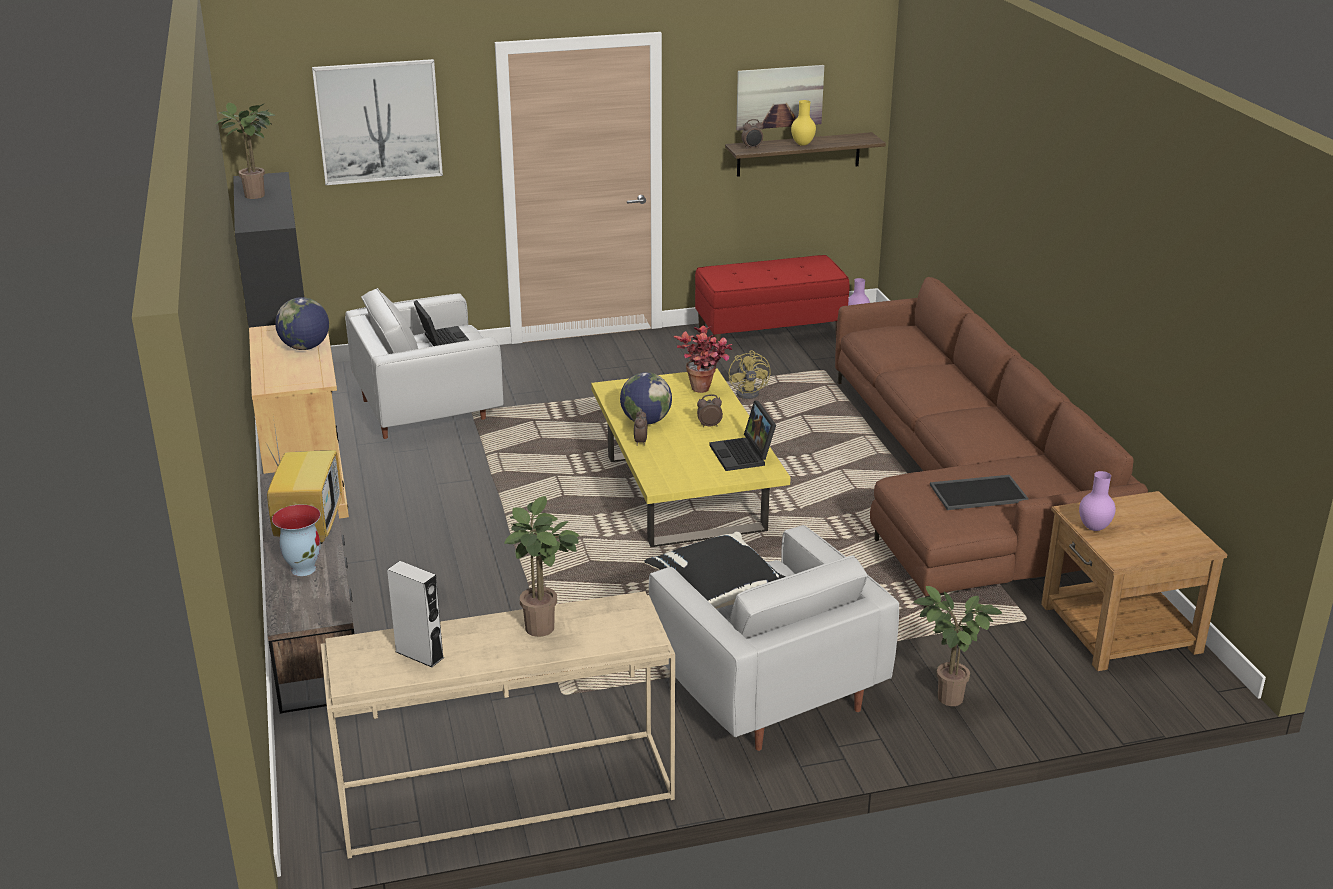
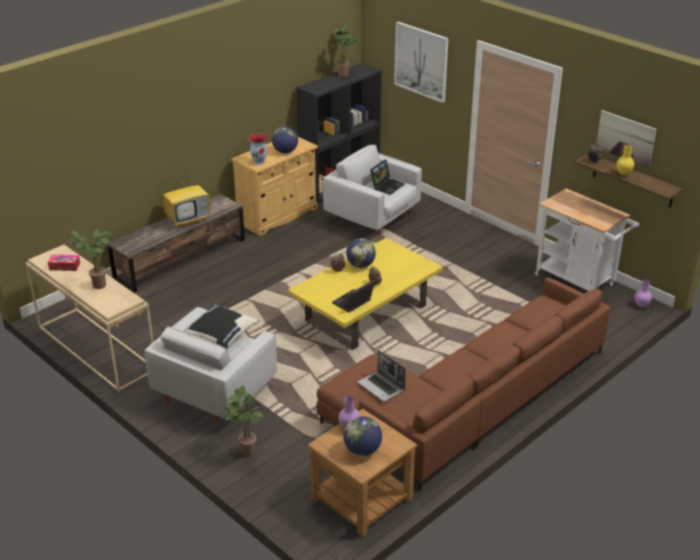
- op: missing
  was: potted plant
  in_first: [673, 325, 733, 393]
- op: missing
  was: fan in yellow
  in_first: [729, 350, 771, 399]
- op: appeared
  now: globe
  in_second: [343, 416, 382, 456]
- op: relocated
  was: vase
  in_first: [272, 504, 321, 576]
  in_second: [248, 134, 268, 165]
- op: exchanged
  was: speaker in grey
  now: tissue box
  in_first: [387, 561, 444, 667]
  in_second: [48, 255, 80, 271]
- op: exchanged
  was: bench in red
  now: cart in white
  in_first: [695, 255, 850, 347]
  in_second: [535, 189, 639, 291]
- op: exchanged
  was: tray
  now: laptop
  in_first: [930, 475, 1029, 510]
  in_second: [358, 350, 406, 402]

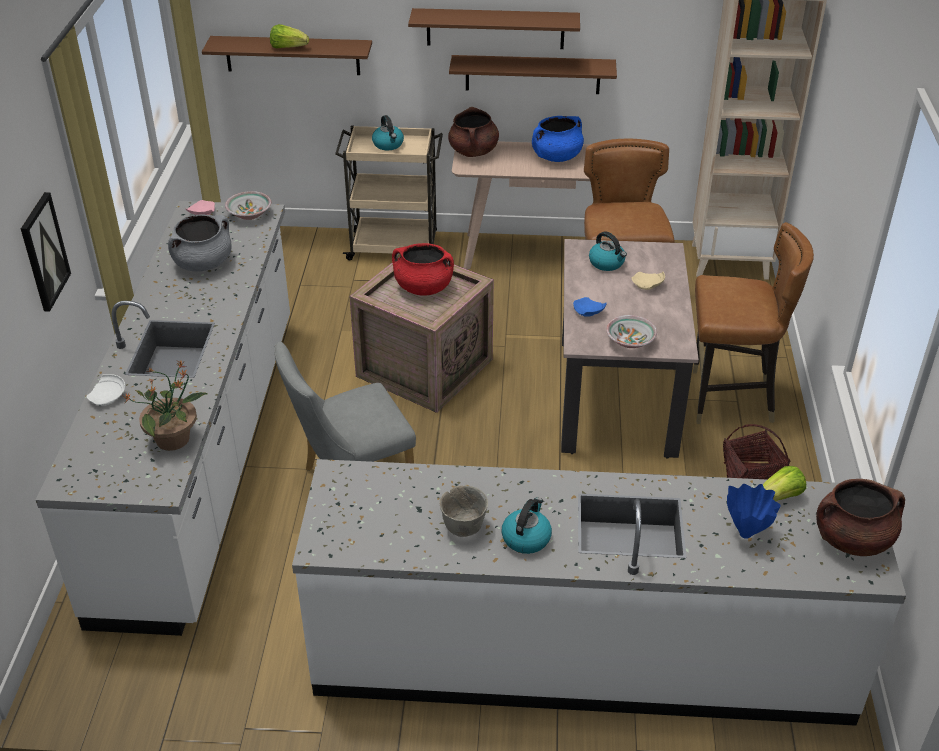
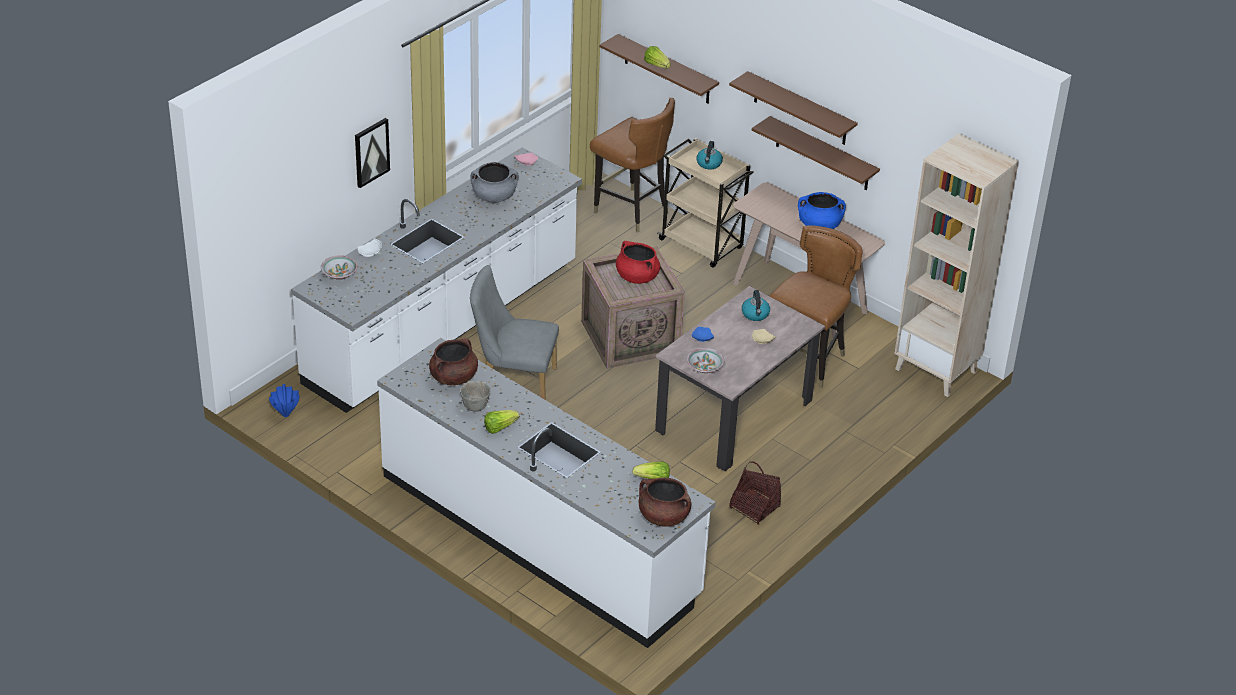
- op: missing
  was: potted plant
  in_first: [123, 361, 207, 451]
- op: relocated
  was: bowl
  in_first: [225, 191, 271, 220]
  in_second: [321, 255, 358, 280]
- op: relocated
  was: cooking pot in brown
  in_first: [448, 107, 499, 157]
  in_second: [429, 338, 478, 385]
- op: relocated
  was: chair in brown
  in_first: [693, 222, 814, 424]
  in_second: [590, 98, 675, 233]
- op: relocated
  was: vase in blue
  in_first: [727, 484, 781, 539]
  in_second: [269, 384, 300, 417]
- op: exchanged
  was: kettle
  now: lettuce
  in_first: [502, 497, 552, 554]
  in_second: [484, 410, 519, 434]

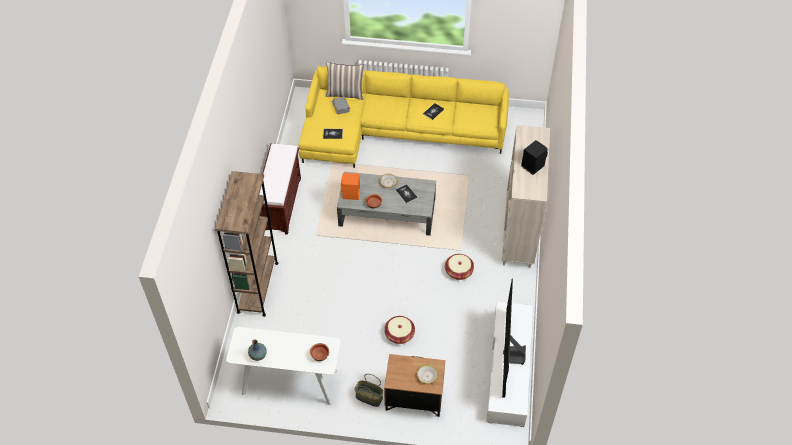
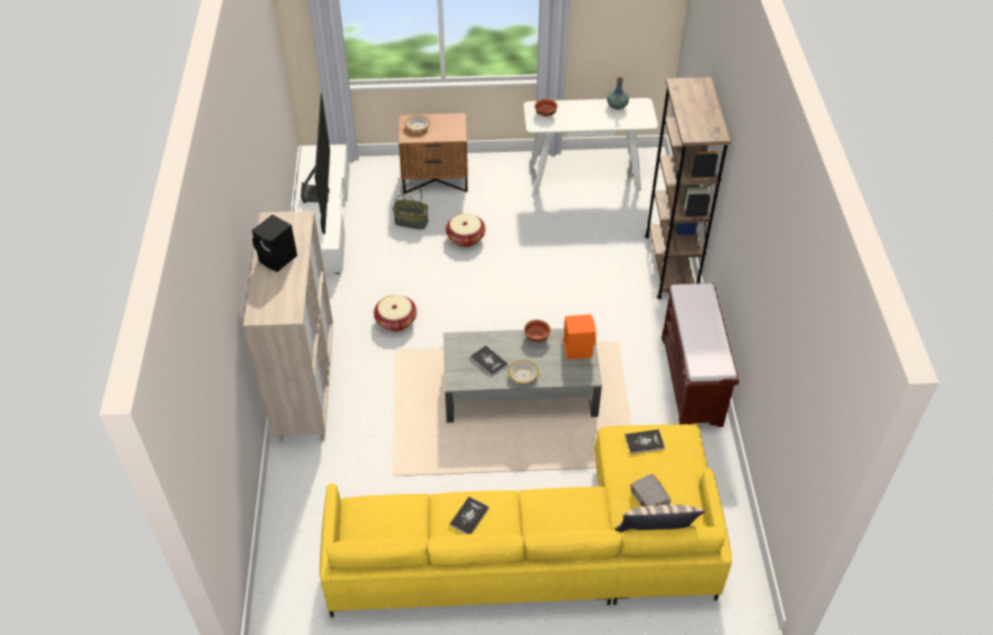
- op: relocated
  was: basket
  in_first: [354, 374, 383, 407]
  in_second: [393, 183, 428, 229]

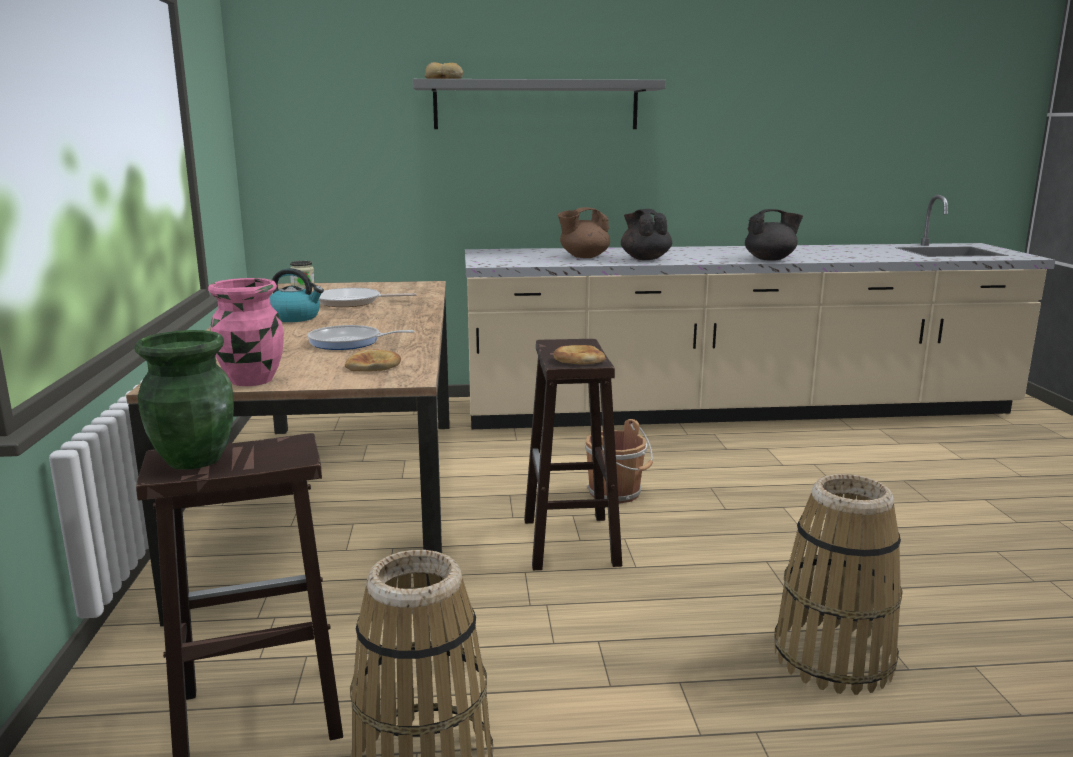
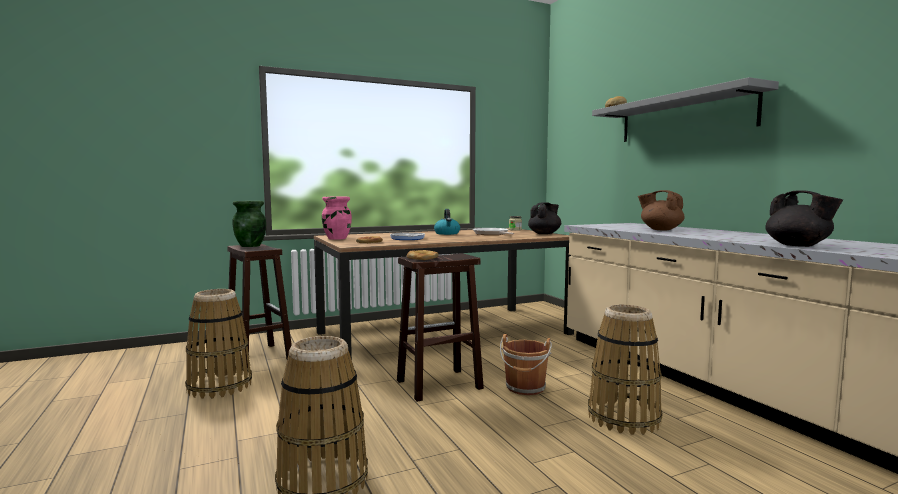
- op: appeared
  now: basket
  in_second: [588, 304, 662, 435]
- op: relocated
  was: teapot in black
  in_first: [621, 209, 672, 260]
  in_second: [528, 202, 561, 234]

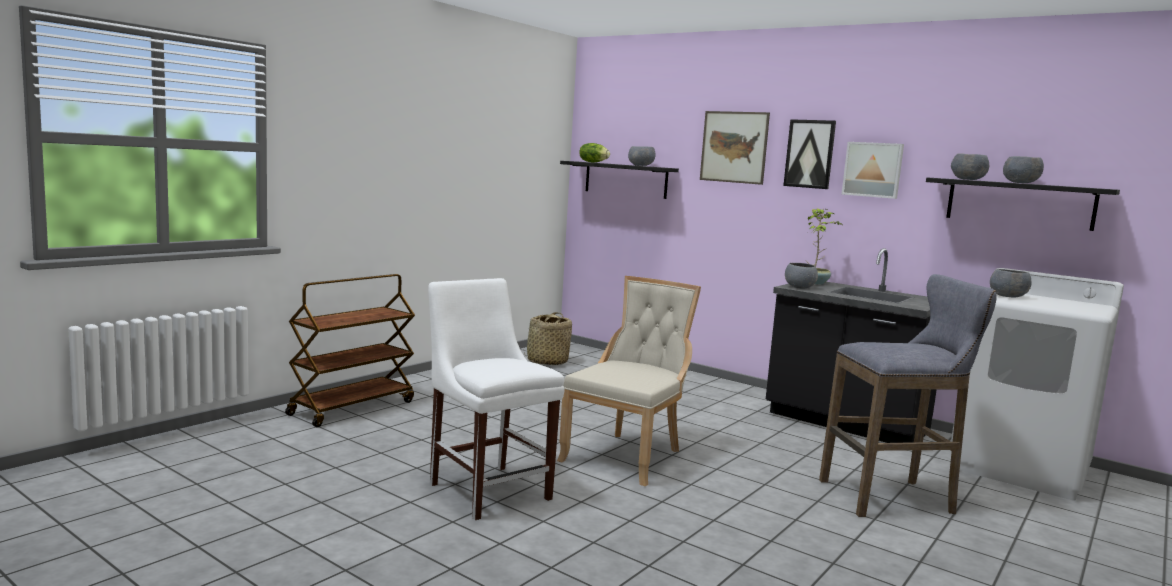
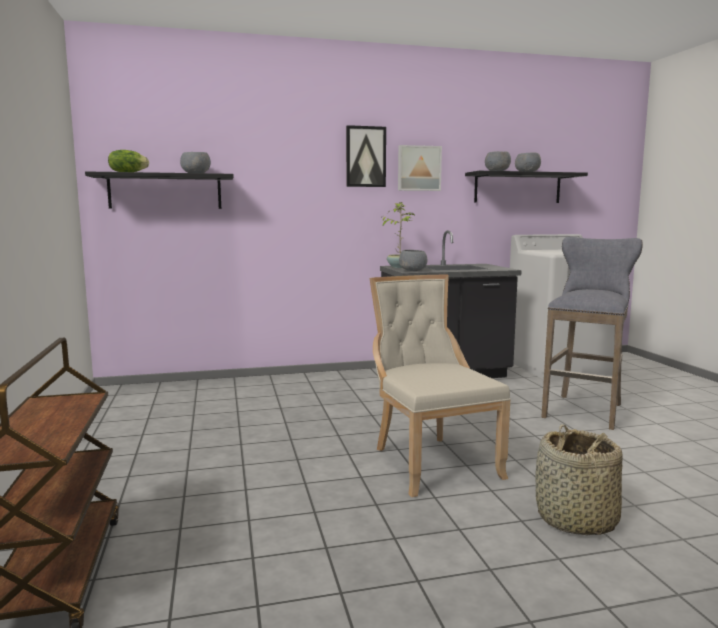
- op: missing
  was: chair in white
  in_first: [428, 278, 565, 520]
- op: missing
  was: picture
  in_first: [700, 111, 770, 185]
- op: missing
  was: bowl in grey
  in_first: [990, 269, 1032, 298]
- op: relocated
  was: basket
  in_first: [522, 312, 572, 365]
  in_second: [535, 424, 623, 535]

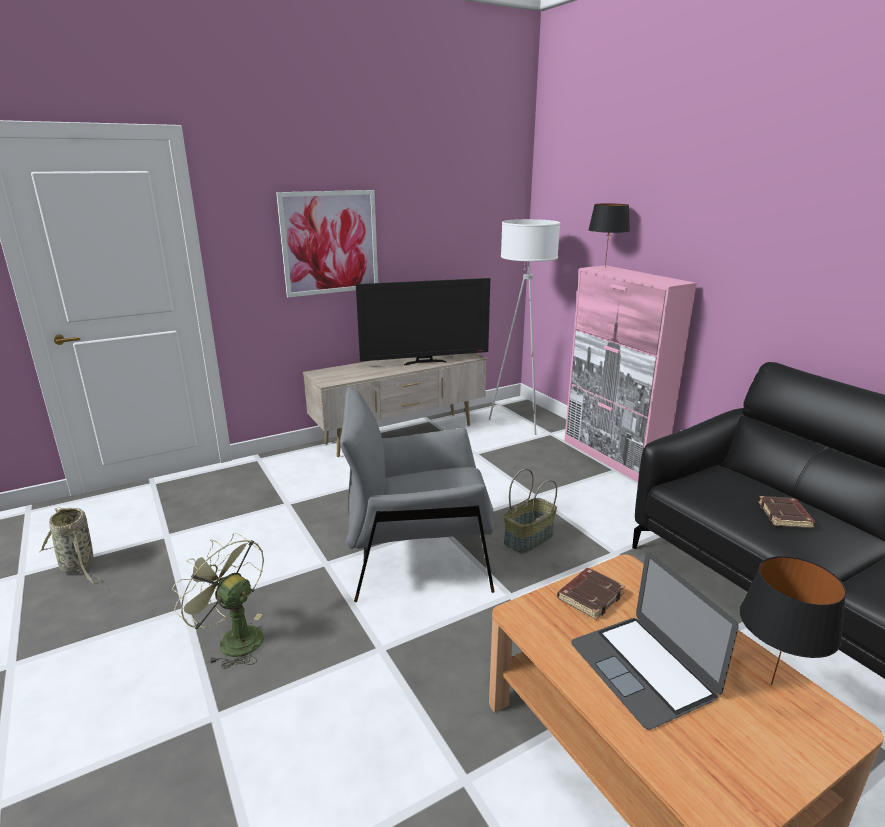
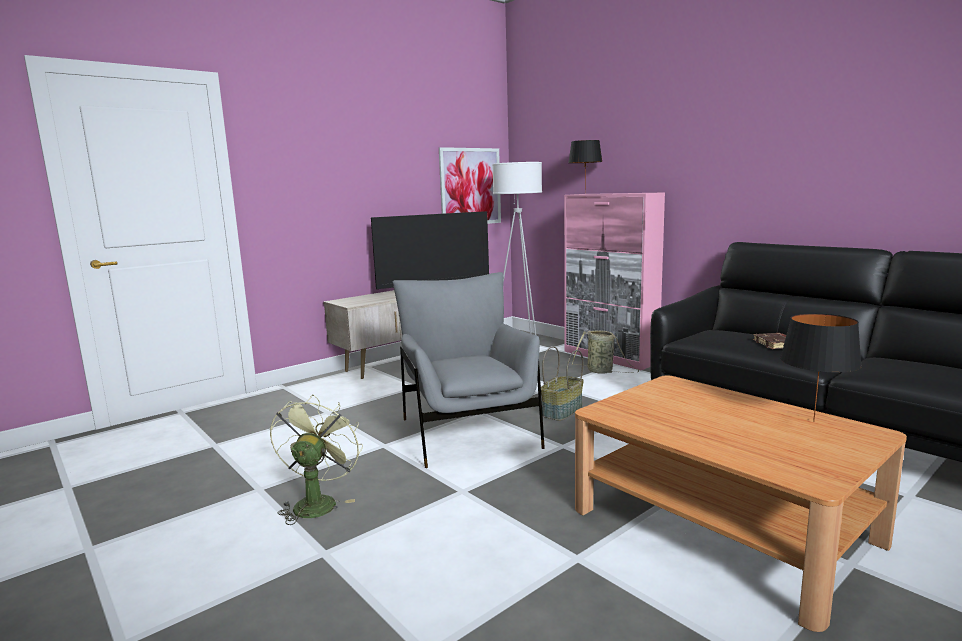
- op: missing
  was: book in brown
  in_first: [557, 568, 625, 620]
- op: missing
  was: laptop
  in_first: [571, 552, 738, 730]
- op: relocated
  was: basket
  in_first: [39, 507, 102, 584]
  in_second: [572, 330, 639, 374]
- op: relocated
  was: picture
  in_first: [276, 190, 378, 297]
  in_second: [439, 147, 501, 224]
- op: spun
  was: fan in green
  in_first: [172, 533, 264, 669]
  in_second: [270, 394, 363, 525]
  clockwise: 75
- op: spun
  was: armchair in grey
  in_first: [340, 387, 495, 602]
  in_second: [393, 272, 545, 468]
  clockwise: 90

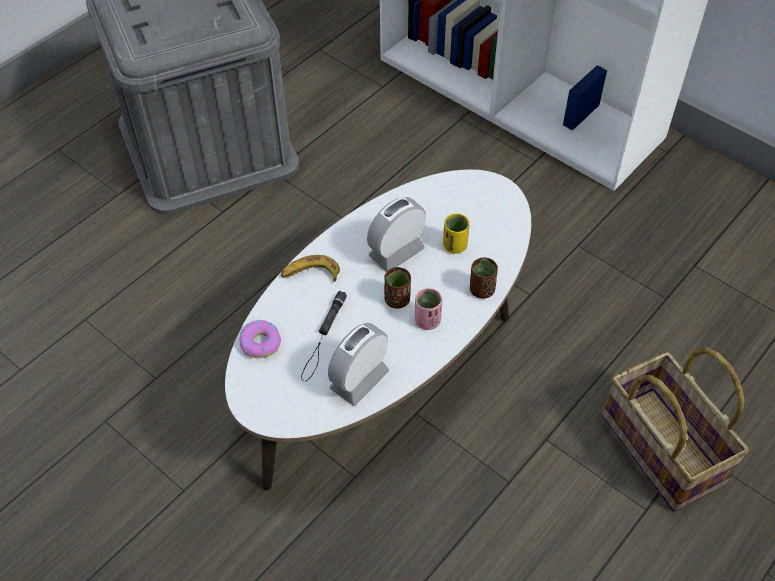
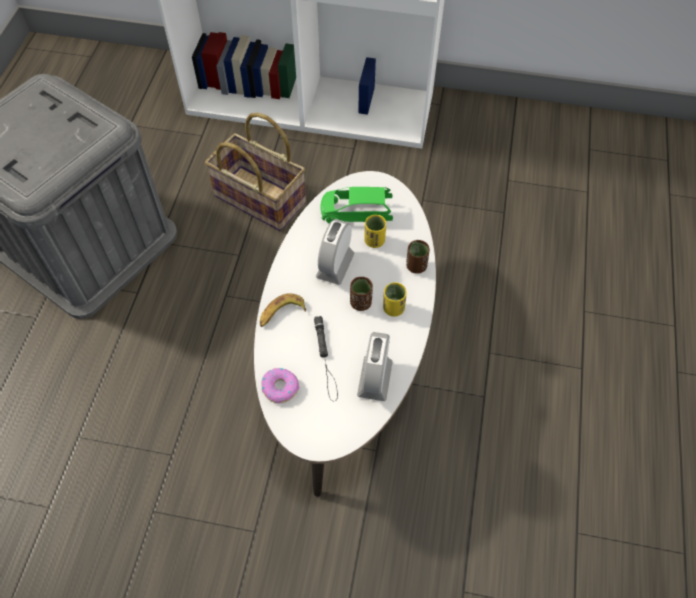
- op: appeared
  now: toy car in green
  in_second: [320, 187, 393, 224]
- op: relocated
  was: basket
  in_first: [602, 348, 749, 512]
  in_second: [205, 113, 306, 231]
- op: colour
  was: cup in pink
  now: cup in yellow
  in_first: [415, 288, 442, 330]
  in_second: [383, 282, 407, 317]

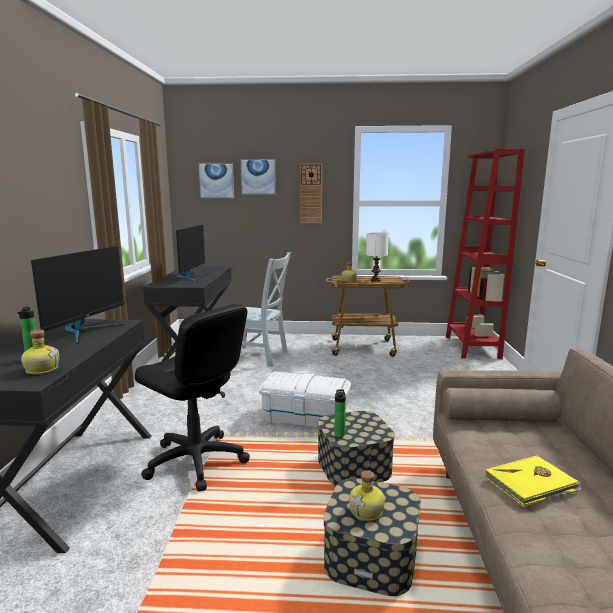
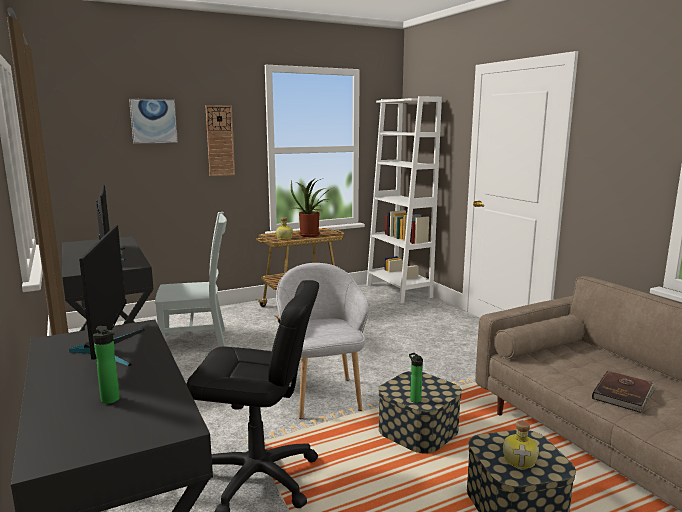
- op: missing
  was: bottle
  in_first: [21, 330, 59, 374]
- op: missing
  was: picture
  in_first: [199, 163, 234, 198]
- op: exchanged
  was: storage box in white
  now: armchair in grey
  in_first: [259, 371, 351, 427]
  in_second: [276, 263, 369, 419]
- op: exchanged
  was: table lamp in white
  now: potted plant
  in_first: [366, 232, 389, 282]
  in_second: [291, 179, 333, 237]
- op: colour
  was: bookcase in red
  now: bookcase in white
  in_first: [446, 149, 525, 359]
  in_second: [367, 96, 442, 303]
- op: colour
  was: book in yellow
  now: book in brown
  in_first: [485, 456, 583, 507]
  in_second: [592, 370, 656, 413]

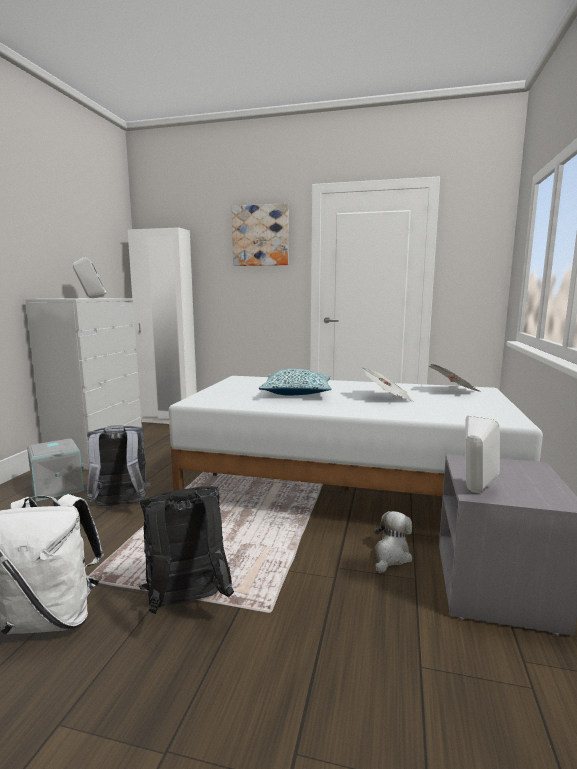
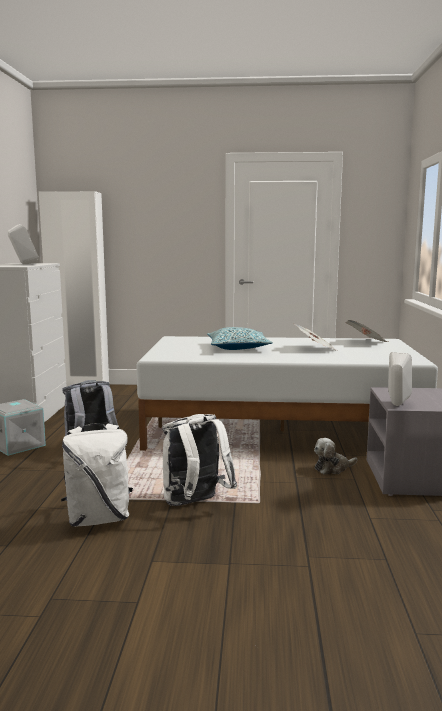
- op: missing
  was: picture
  in_first: [232, 203, 289, 266]
- op: colour
  was: backpack in black
  now: backpack in white
  in_first: [139, 486, 234, 614]
  in_second: [162, 414, 237, 506]
- op: spun
  was: plush toy
  in_first: [374, 511, 412, 573]
  in_second: [314, 438, 357, 474]
  clockwise: -135

